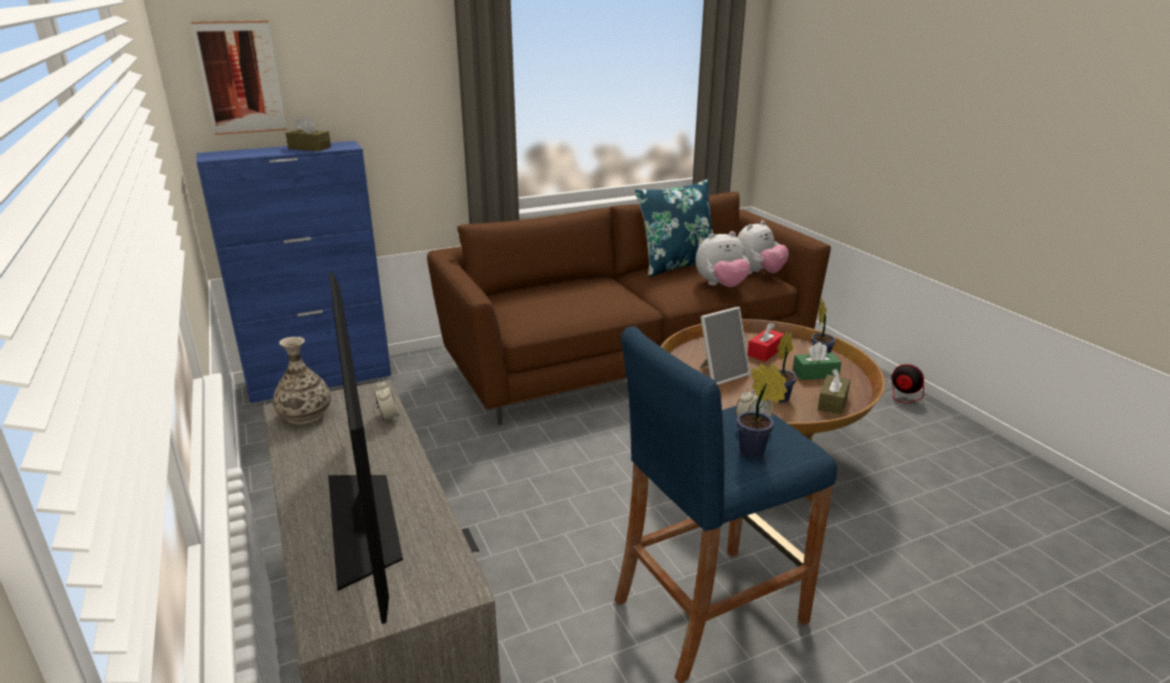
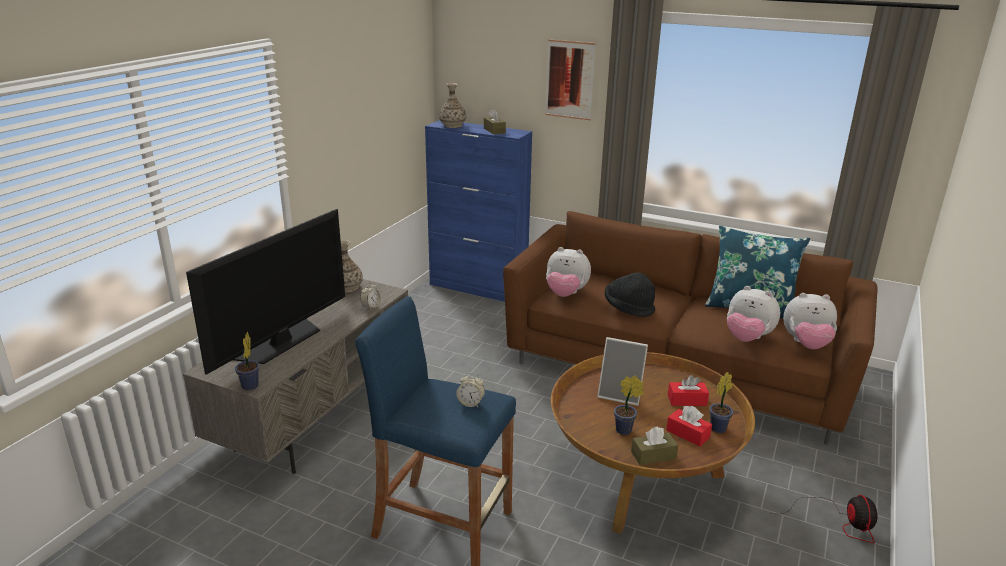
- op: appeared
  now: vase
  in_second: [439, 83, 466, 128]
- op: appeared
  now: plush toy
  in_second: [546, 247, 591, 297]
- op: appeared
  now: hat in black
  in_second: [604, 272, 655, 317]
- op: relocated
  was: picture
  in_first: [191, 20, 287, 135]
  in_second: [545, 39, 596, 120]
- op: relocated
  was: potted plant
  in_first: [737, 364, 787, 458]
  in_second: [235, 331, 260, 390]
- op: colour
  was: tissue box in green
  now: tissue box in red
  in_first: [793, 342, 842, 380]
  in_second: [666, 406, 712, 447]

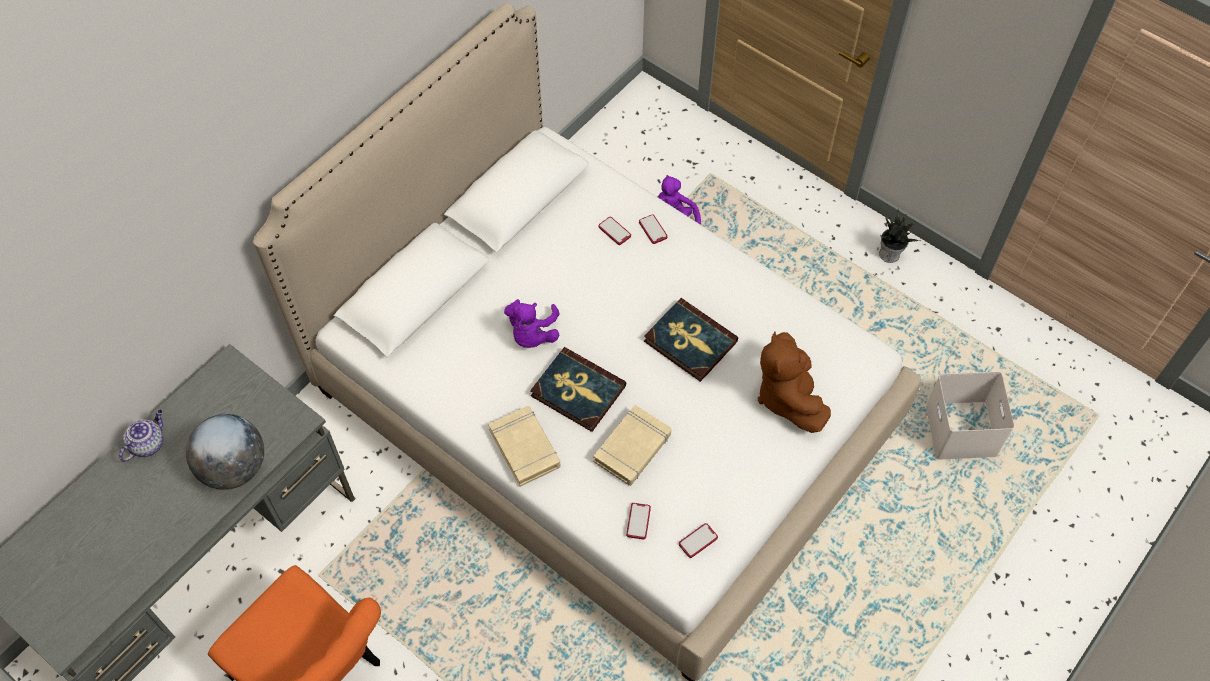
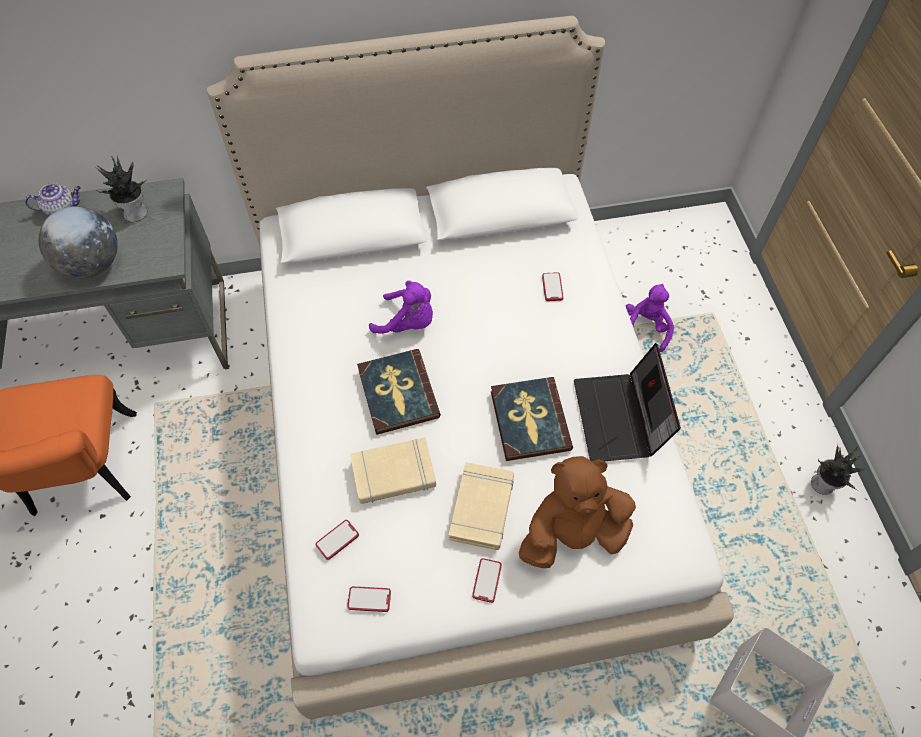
- op: appeared
  now: potted plant
  in_second: [96, 156, 147, 222]
- op: appeared
  now: laptop
  in_second: [574, 343, 681, 461]
- op: relocated
  was: book in beige
  in_first: [488, 406, 561, 487]
  in_second: [449, 462, 514, 550]
- op: relocated
  was: phone
  in_first: [639, 214, 668, 244]
  in_second: [472, 558, 502, 603]
- op: spun
  was: plush toy in purple
  in_first: [504, 299, 560, 348]
  in_second: [369, 281, 433, 334]
  clockwise: -120
- op: spun
  was: plush toy in brown
  in_first: [758, 331, 831, 433]
  in_second: [519, 456, 636, 568]
  clockwise: 45

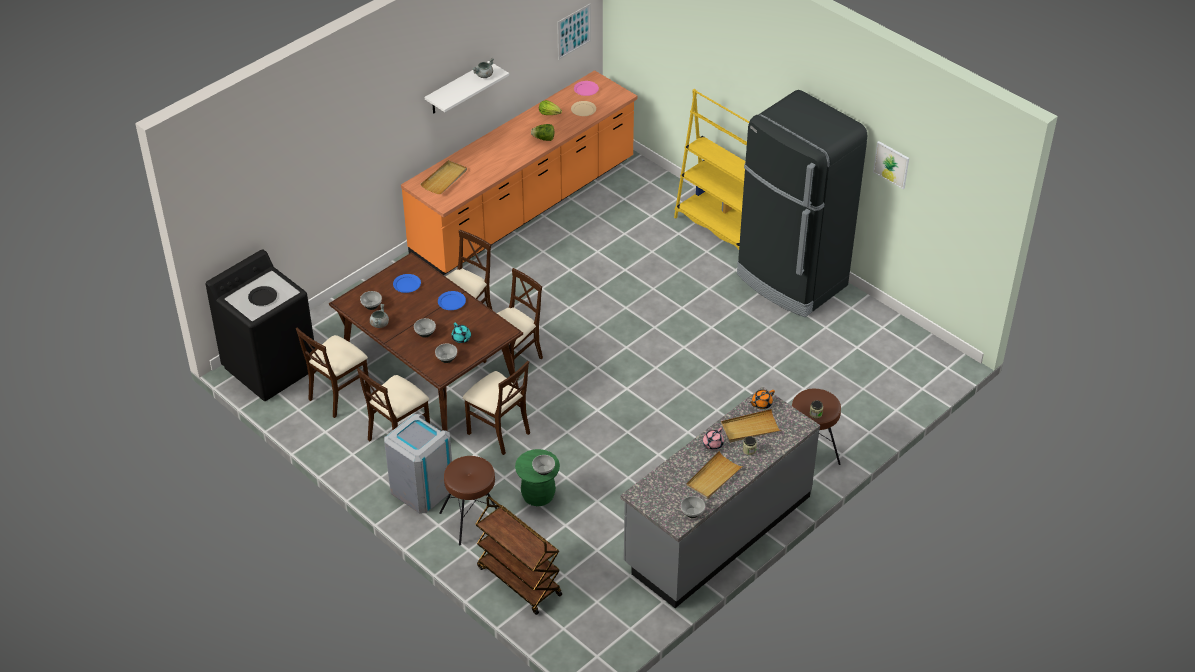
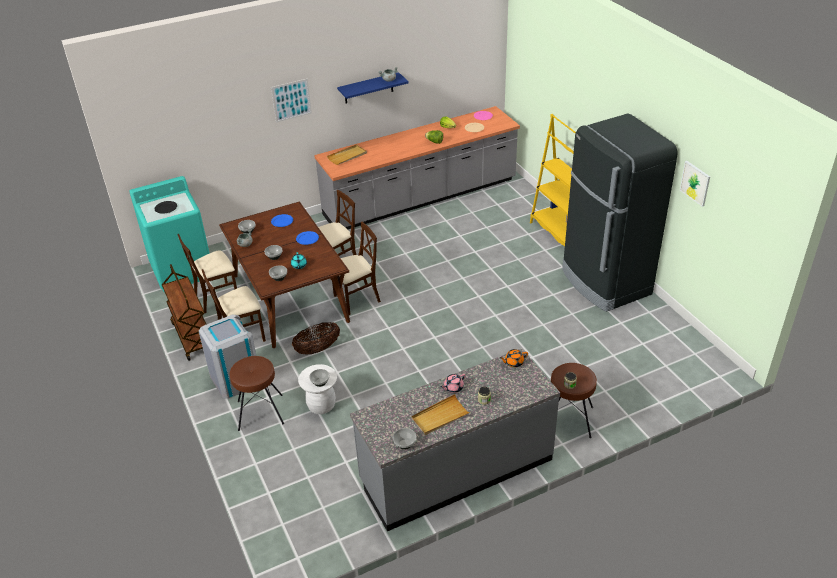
- op: missing
  was: tray in beige
  in_first: [721, 409, 781, 442]
- op: relocated
  was: cart in brown
  in_first: [476, 496, 562, 615]
  in_second: [162, 264, 207, 361]
- op: relocated
  was: picture
  in_first: [557, 4, 591, 60]
  in_second: [271, 79, 312, 122]
- op: exchanged
  was: chair in beige
  now: basket
  in_first: [463, 361, 530, 455]
  in_second: [292, 322, 340, 355]
- op: colour
  was: washing machine in black
  now: washing machine in turquoise
  in_first: [206, 250, 315, 401]
  in_second: [129, 176, 210, 292]
- op: colour
  was: counter in orange
  now: counter in grey
  in_first: [401, 70, 637, 275]
  in_second: [314, 106, 520, 229]
- op: colour
  was: shelf in white
  now: shelf in blue
  in_first: [425, 61, 509, 113]
  in_second: [337, 72, 409, 104]
- op: colour
  was: stool in green
  now: stool in white
  in_first: [515, 449, 560, 506]
  in_second: [298, 364, 337, 414]

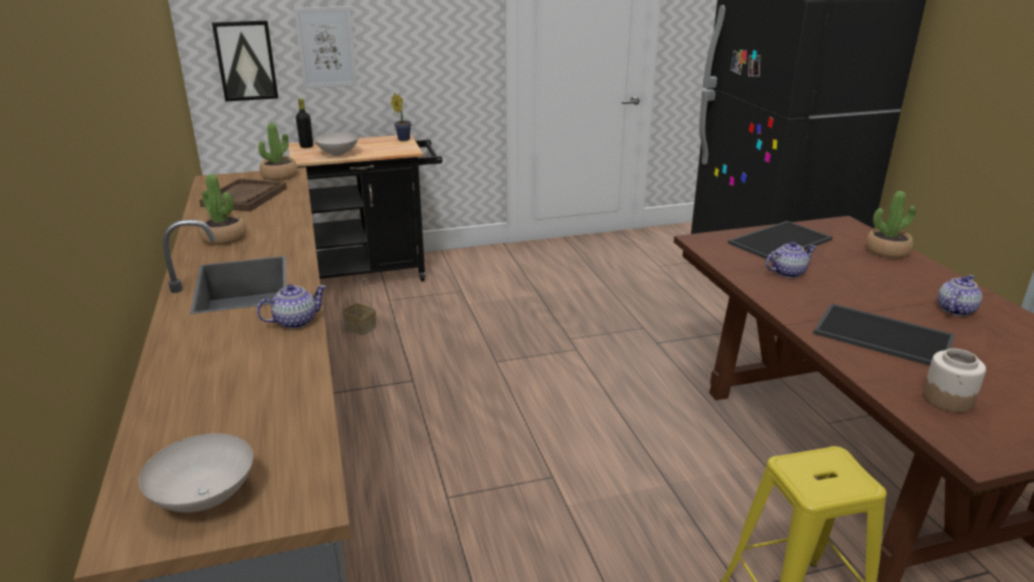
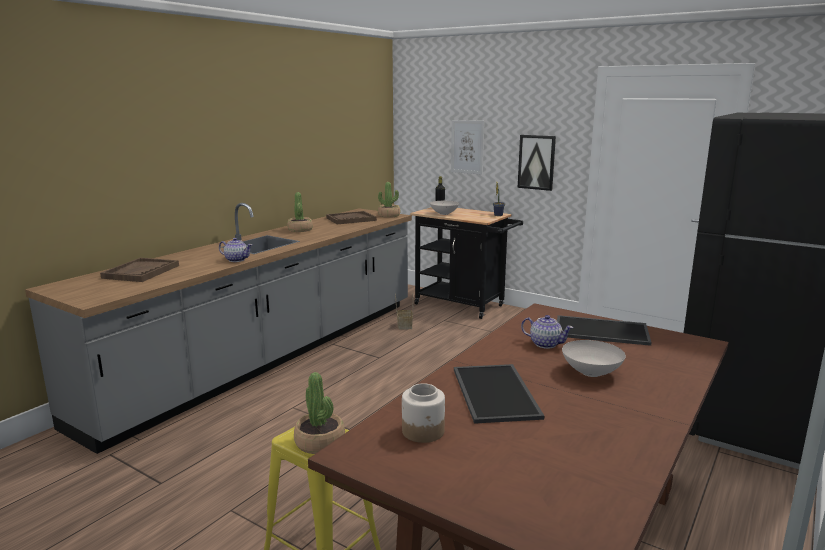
- op: missing
  was: teapot
  in_first: [937, 275, 982, 316]
- op: appeared
  now: tray in brown
  in_second: [100, 258, 179, 282]
- op: relocated
  was: bowl in white
  in_first: [139, 433, 253, 512]
  in_second: [562, 340, 626, 377]
- op: relocated
  was: picture
  in_first: [212, 21, 278, 102]
  in_second: [518, 135, 556, 191]
- op: relocated
  was: potted plant
  in_first: [866, 191, 916, 259]
  in_second: [294, 372, 345, 454]

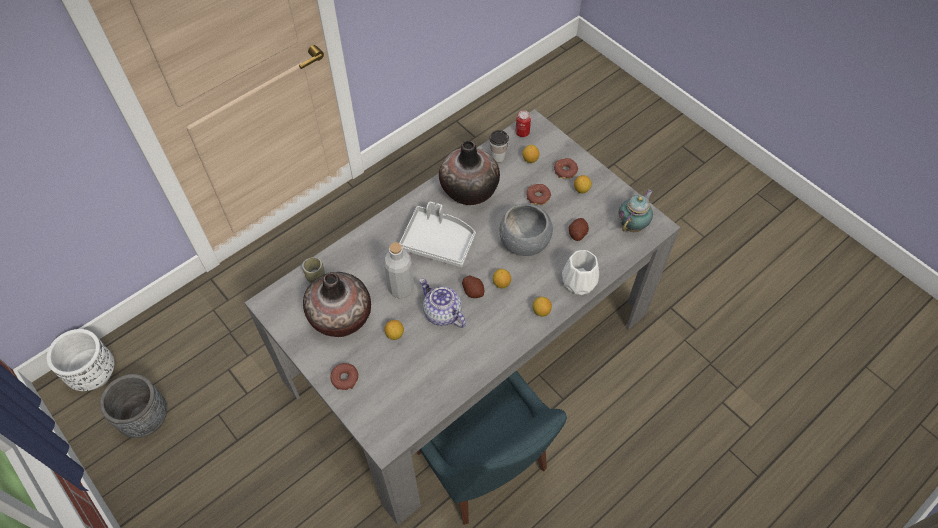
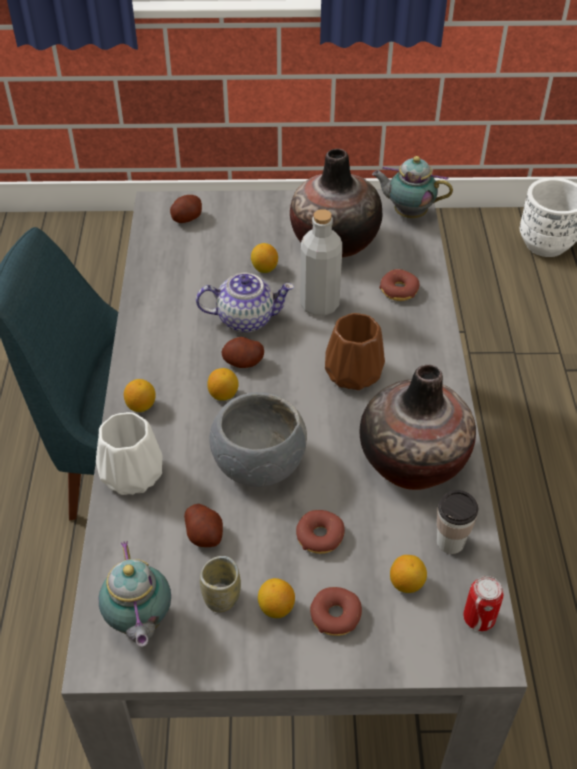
- op: missing
  was: planter in grey
  in_first: [100, 374, 167, 438]
- op: appeared
  now: potato
  in_second: [170, 195, 202, 223]
- op: appeared
  now: teapot
  in_second: [372, 156, 453, 218]
- op: relocated
  was: cup
  in_first: [302, 257, 325, 283]
  in_second: [200, 556, 241, 612]
- op: relocated
  was: donut
  in_first: [330, 363, 359, 390]
  in_second: [379, 269, 419, 301]
- op: exchanged
  was: tray in grey
  now: vase in brown
  in_first: [400, 201, 476, 267]
  in_second: [325, 313, 385, 390]

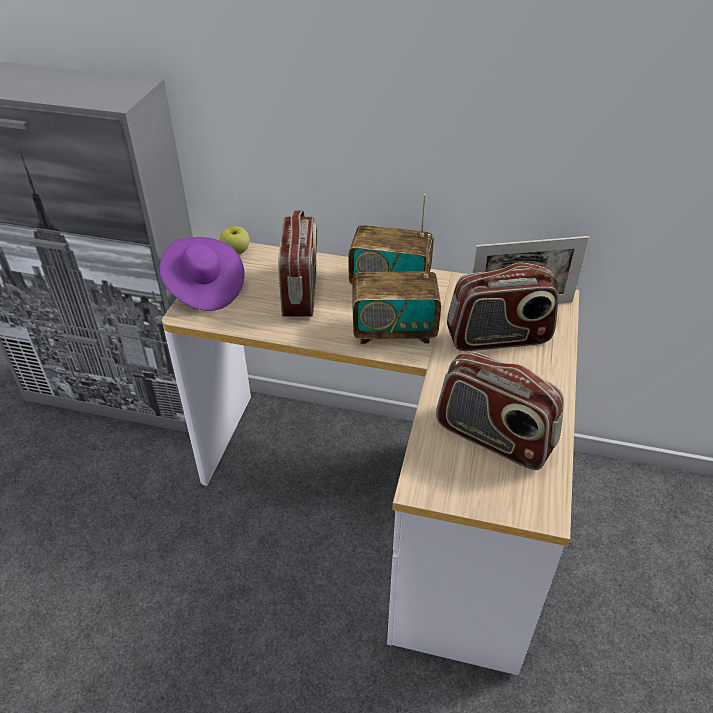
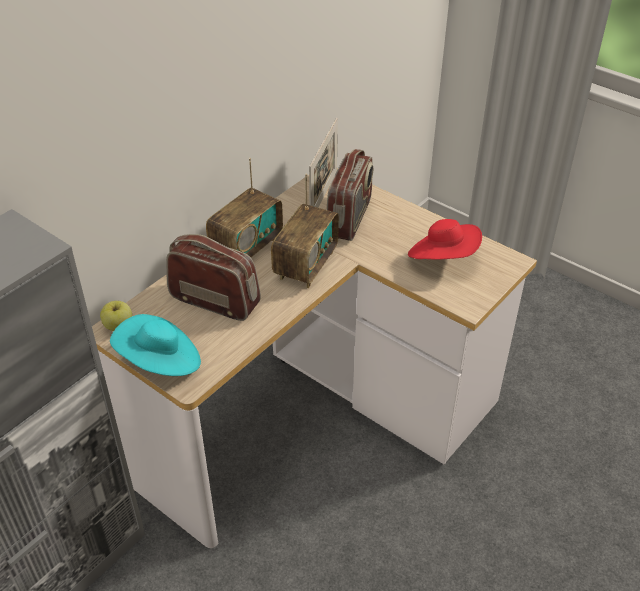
- op: exchanged
  was: radio
  now: hat in red
  in_first: [436, 352, 564, 470]
  in_second: [408, 219, 482, 260]
- op: colour
  was: hat in purple
  now: hat in turquoise
  in_first: [159, 237, 245, 311]
  in_second: [110, 314, 201, 376]

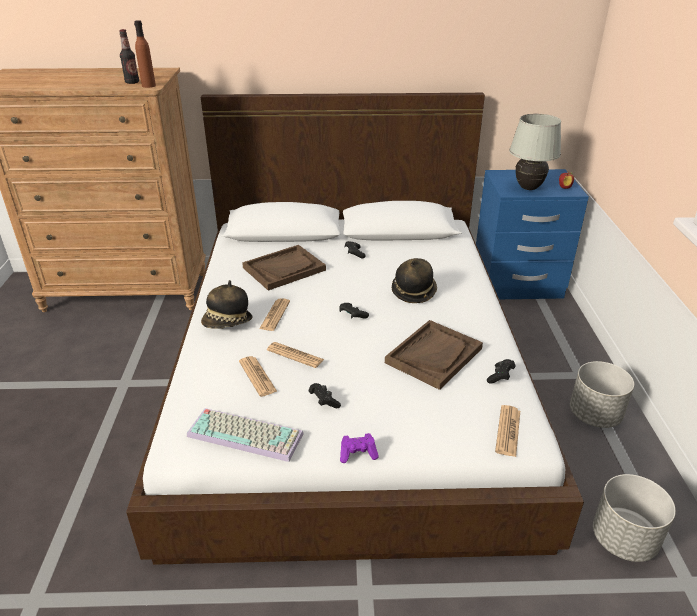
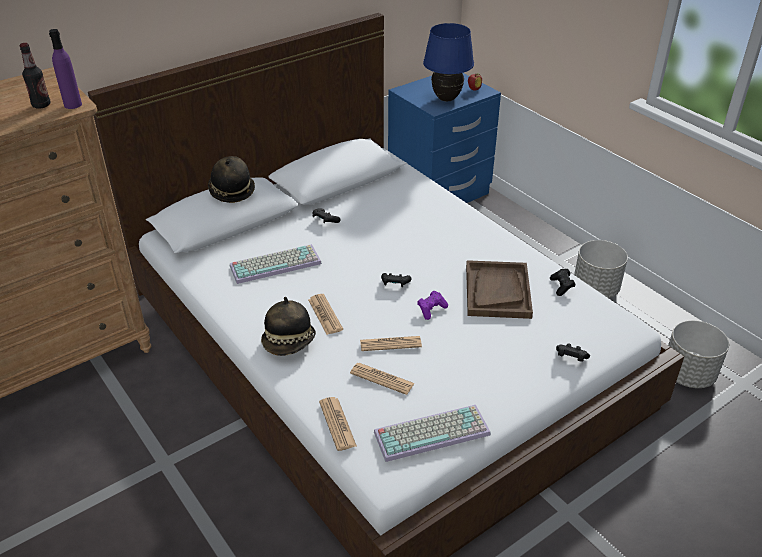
- op: relocated
  was: game controller in black
  in_first: [309, 383, 341, 408]
  in_second: [556, 343, 590, 362]
- op: relocated
  was: game controller in purple
  in_first: [340, 433, 379, 463]
  in_second: [417, 290, 448, 320]
- op: relocated
  was: hat
  in_first: [392, 258, 437, 303]
  in_second: [208, 156, 255, 203]
- op: relocated
  was: newspaper
  in_first: [495, 405, 520, 457]
  in_second: [319, 397, 357, 451]
- op: exchanged
  was: tray in brown
  now: keyboard
  in_first: [242, 245, 326, 291]
  in_second: [230, 244, 322, 284]
- op: colour
  was: bottle in brown
  now: bottle in purple
  in_first: [134, 20, 156, 88]
  in_second: [49, 29, 82, 109]
- op: colour
  was: table lamp in white
  now: table lamp in blue
  in_first: [509, 114, 561, 190]
  in_second: [423, 23, 474, 102]

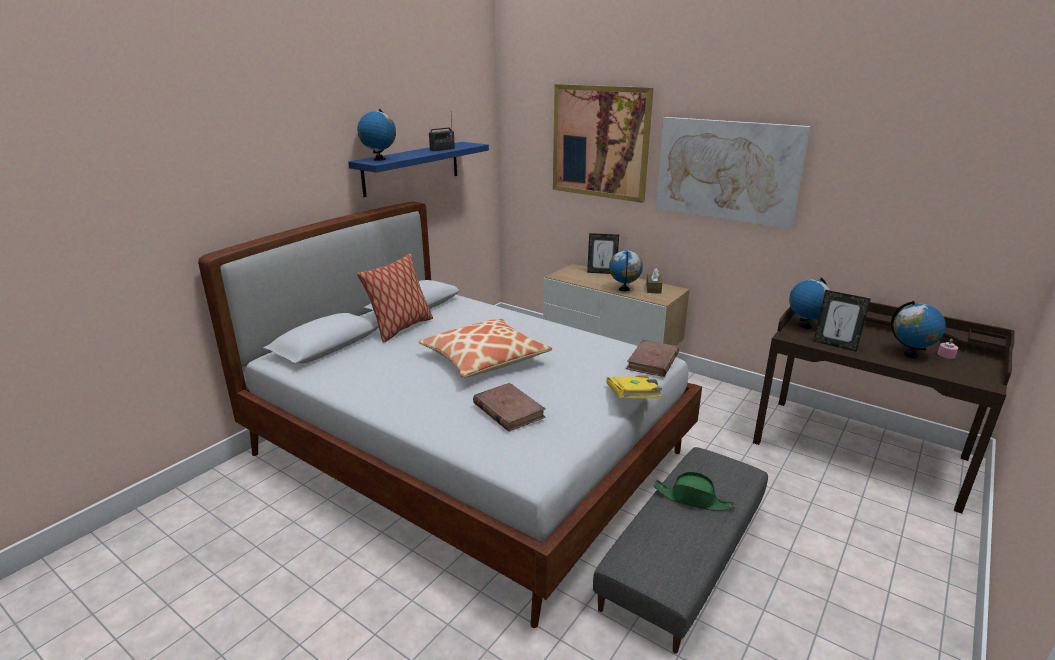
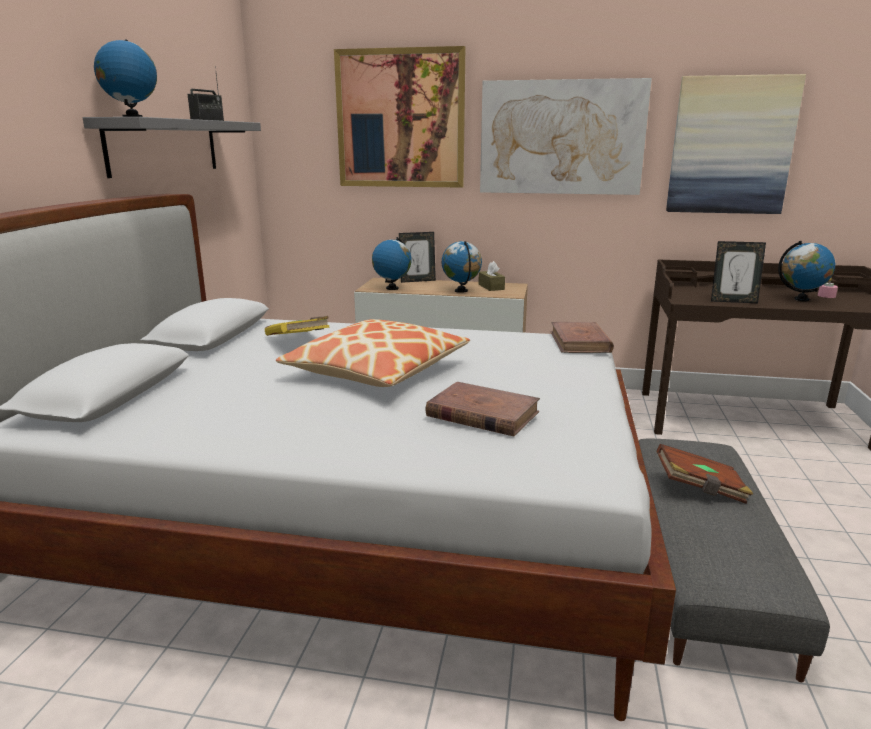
- op: missing
  was: pillow
  in_first: [357, 253, 433, 342]
- op: appeared
  now: picture
  in_second: [666, 74, 806, 214]
- op: relocated
  was: book in yellow
  in_first: [606, 375, 662, 398]
  in_second: [265, 316, 330, 336]
- op: relocated
  was: globe
  in_first: [789, 277, 831, 329]
  in_second: [372, 237, 412, 290]
- op: exchanged
  was: hat in green
  now: book in brown
  in_first: [654, 472, 735, 511]
  in_second: [657, 444, 753, 504]
- op: colour
  was: shelf in blue
  now: shelf in grey
  in_first: [348, 142, 489, 197]
  in_second: [83, 117, 261, 178]

